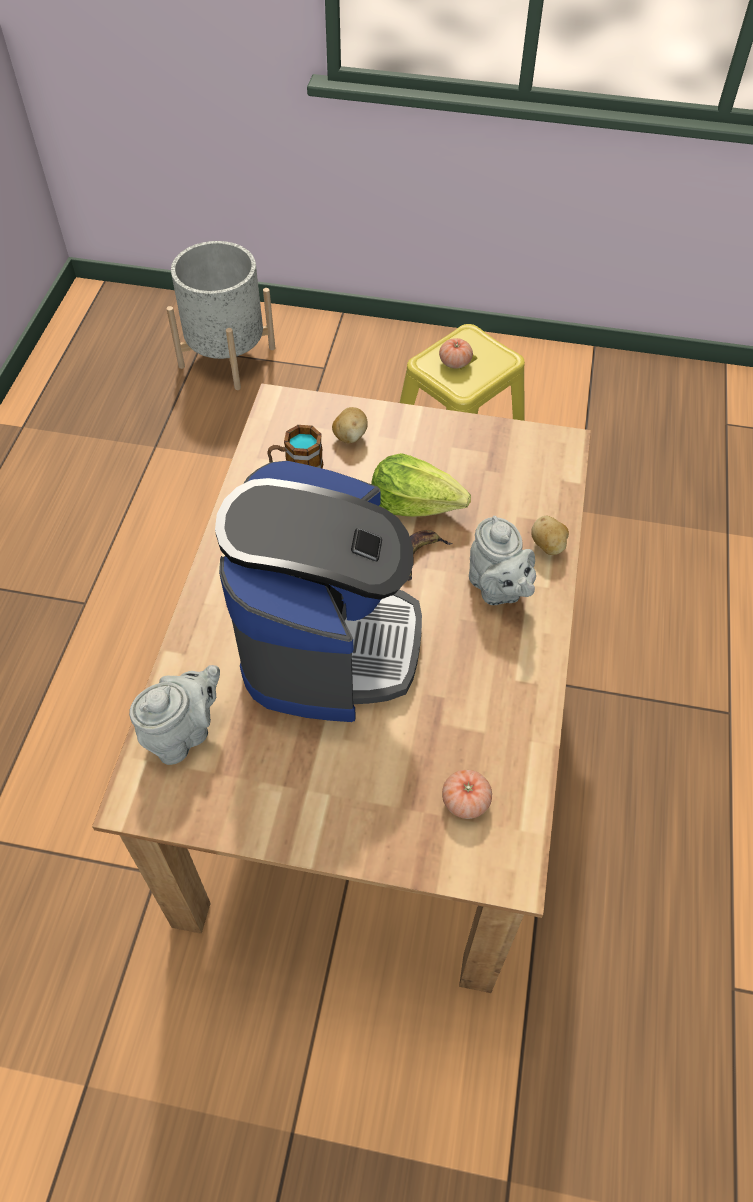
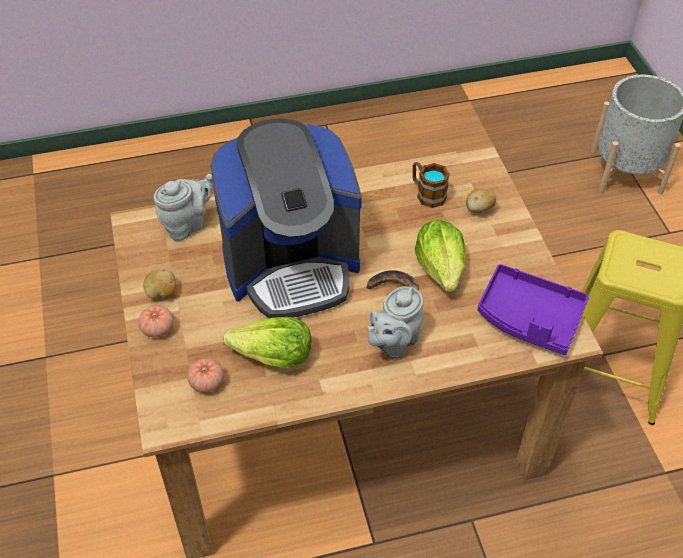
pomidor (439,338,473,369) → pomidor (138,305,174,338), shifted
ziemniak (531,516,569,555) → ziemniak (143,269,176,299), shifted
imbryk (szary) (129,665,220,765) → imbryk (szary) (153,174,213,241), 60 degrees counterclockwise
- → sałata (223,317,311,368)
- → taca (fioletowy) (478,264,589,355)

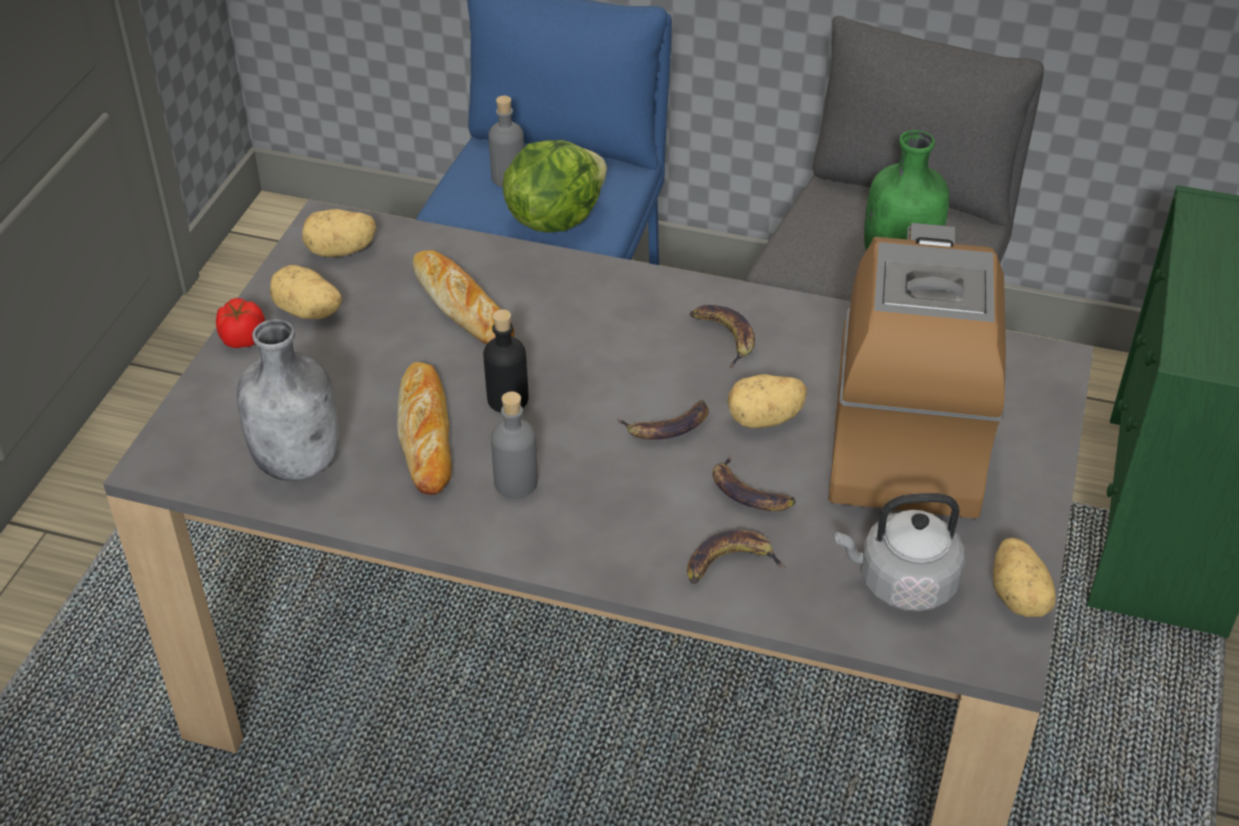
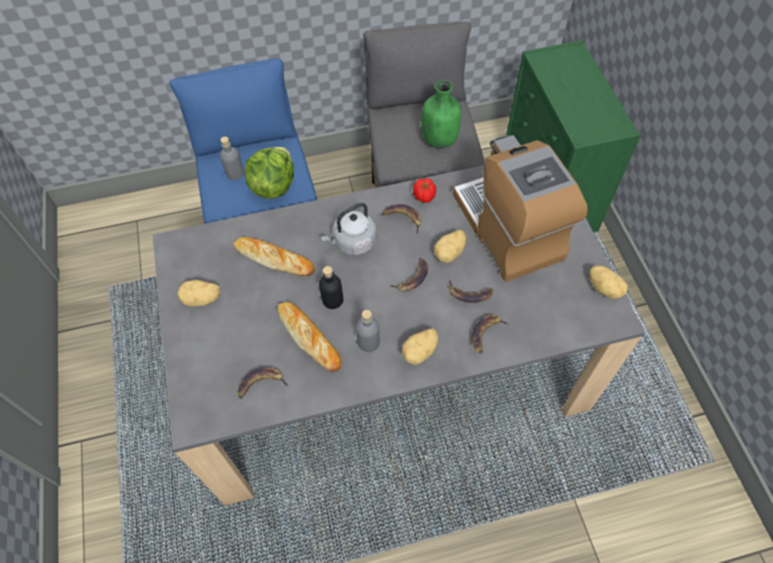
butelka (szary) (237,319,339,481) → banan (238,367,288,399)
czajnik (szary) (835,493,965,612) → czajnik (szary) (321,203,377,256), shifted
ziemniak (302,209,376,257) → ziemniak (402,329,439,365), shifted
pomidor (216,298,265,348) → pomidor (413,178,436,203), shifted

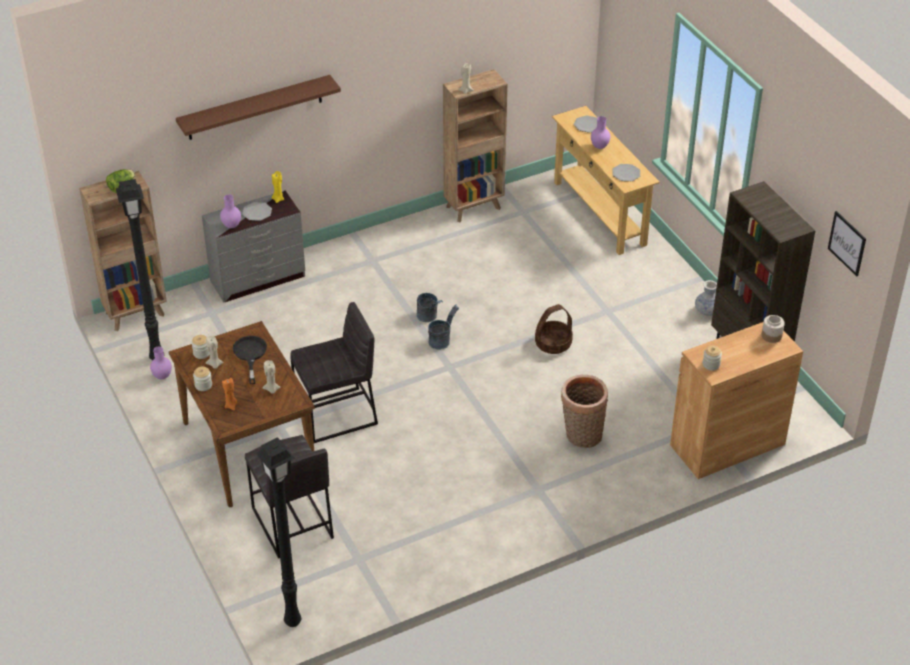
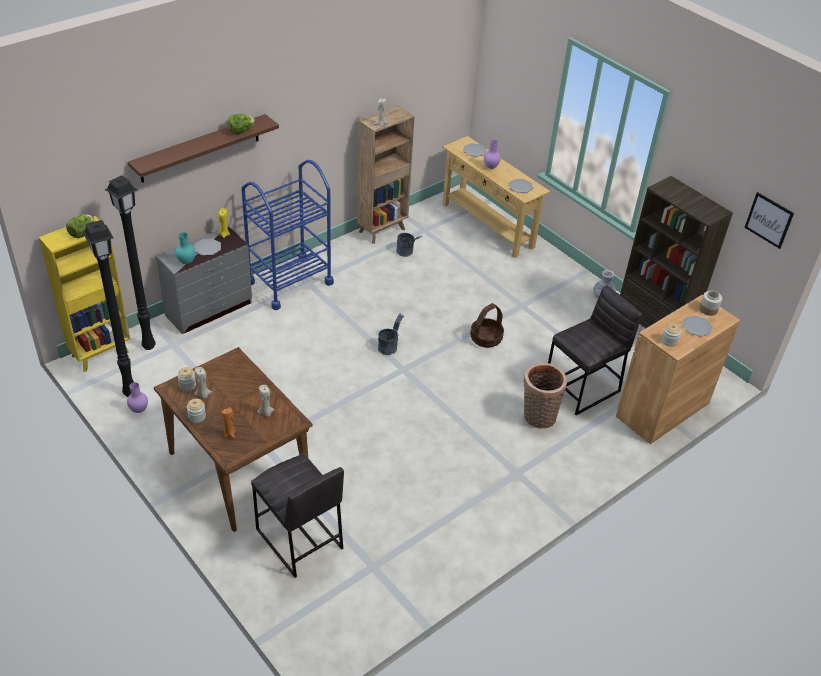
regał (brązowy) (79,171,167,331) → regał (żółty) (39,216,130,372)
lampa stojąca (czarny) (255,437,301,627) → lampa stojąca (czarny) (105,175,156,350), shifted
wazon (fioletowy) (220,195,241,228) → wazon (turkusowy) (176,232,195,264)
- → sałata (227,114,255,135)
- → wózek (niebieski) (241,160,334,310)
wiadro (szary) (416,293,443,322) → wiadro (szary) (396,233,423,257), shifted
stołek (szary) (290,302,378,443) → stołek (szary) (548,286,642,415), shifted
- → talerz (682,315,713,336)
patelnia (czarny) (233,336,267,384) → -

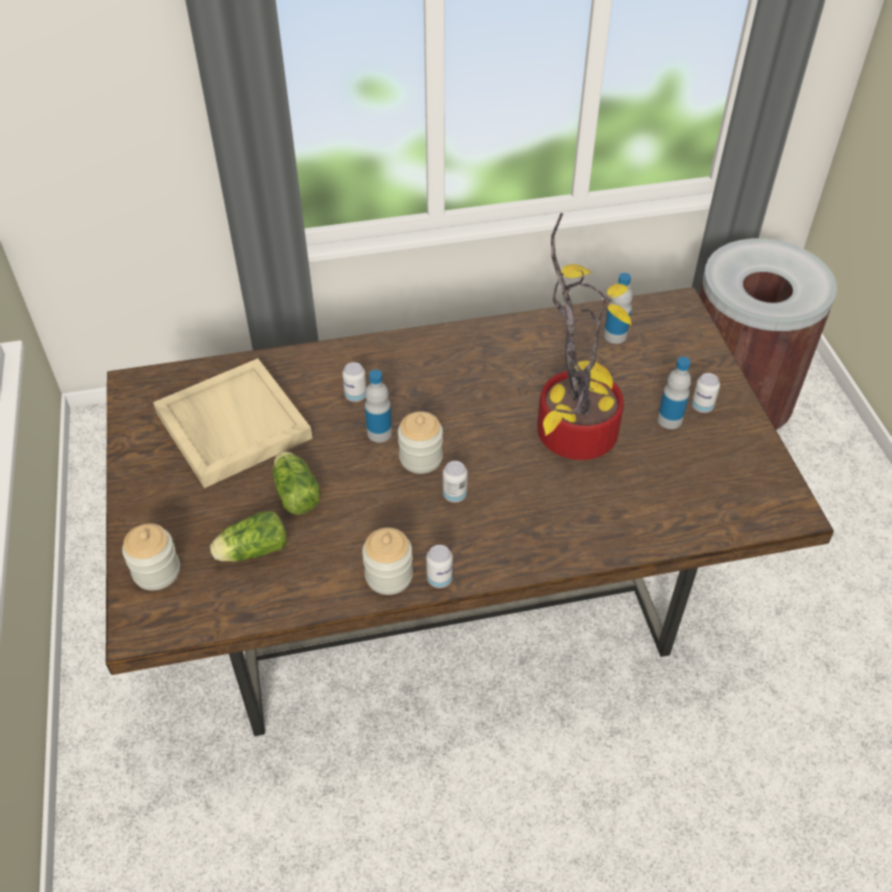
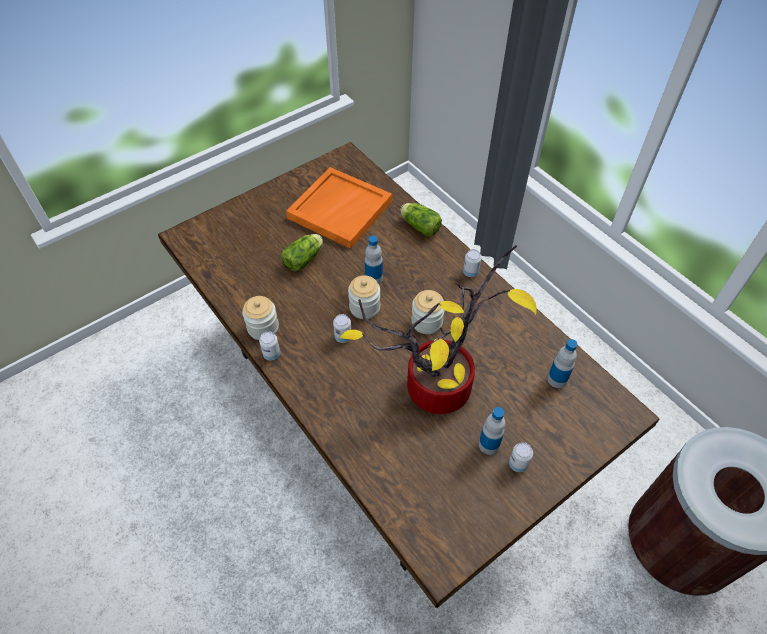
taca (beżowy) (153,358,312,488) → taca (pomarańczowy) (286,167,392,249)
sałata (210,511,287,562) → sałata (400,203,442,236), shifted
słoik (122,523,180,591) → słoik (411,290,444,334), shifted
puszka (342,362,366,402) → puszka (463,249,482,277), shifted

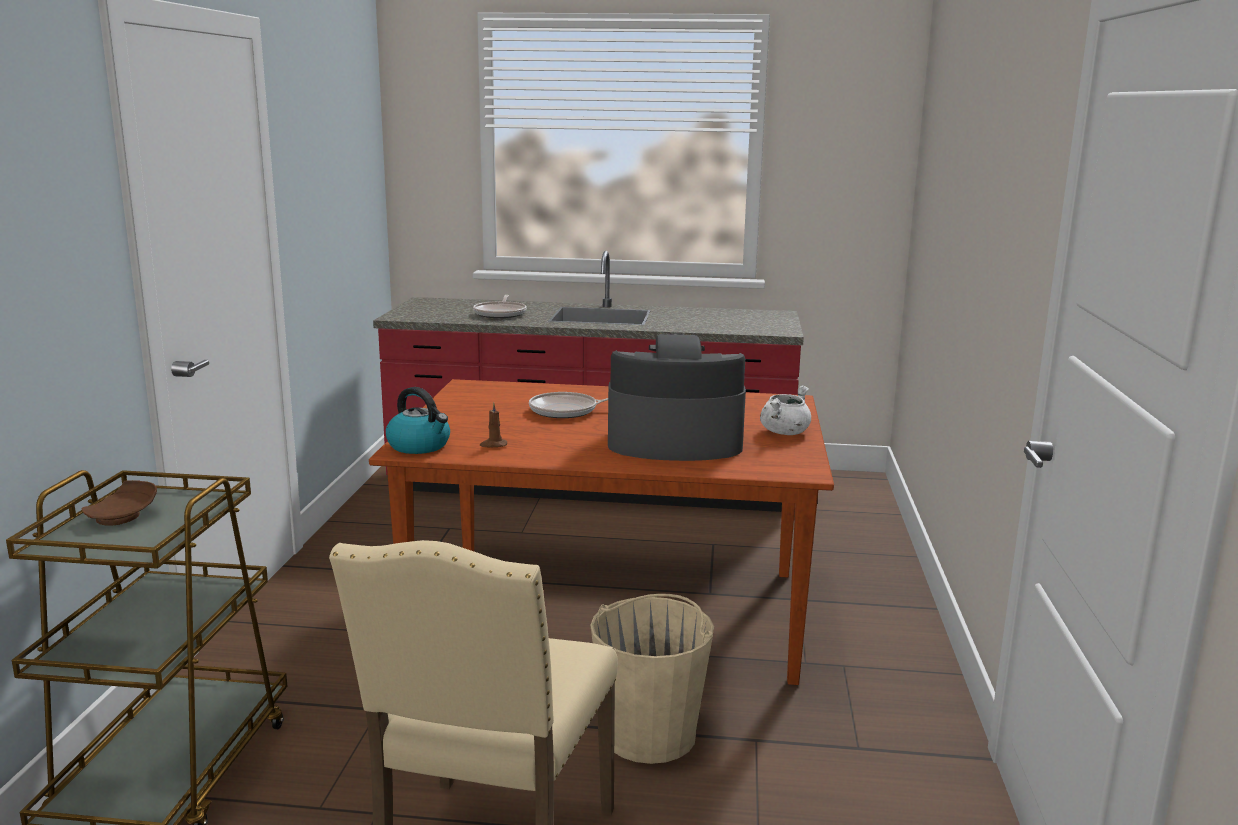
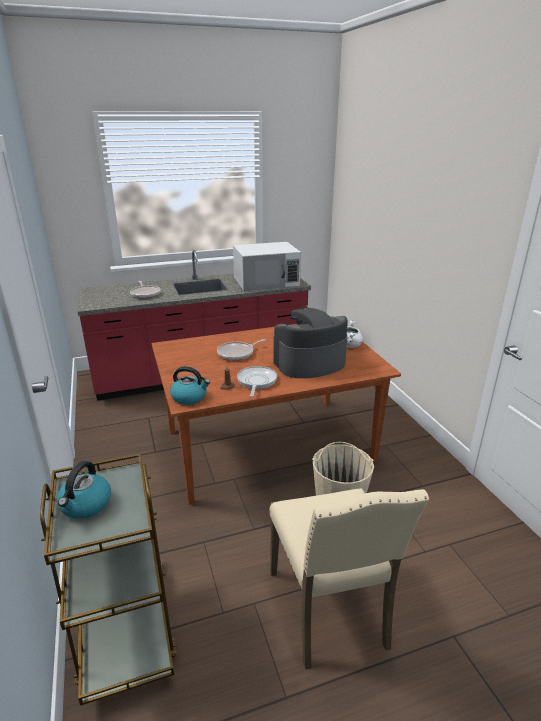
talerz (brązowy) (82,480,157,526) → czajnik (57,461,111,519)
- → mikrofalówka (biały) (233,242,301,291)
- → patelnia (237,366,277,397)

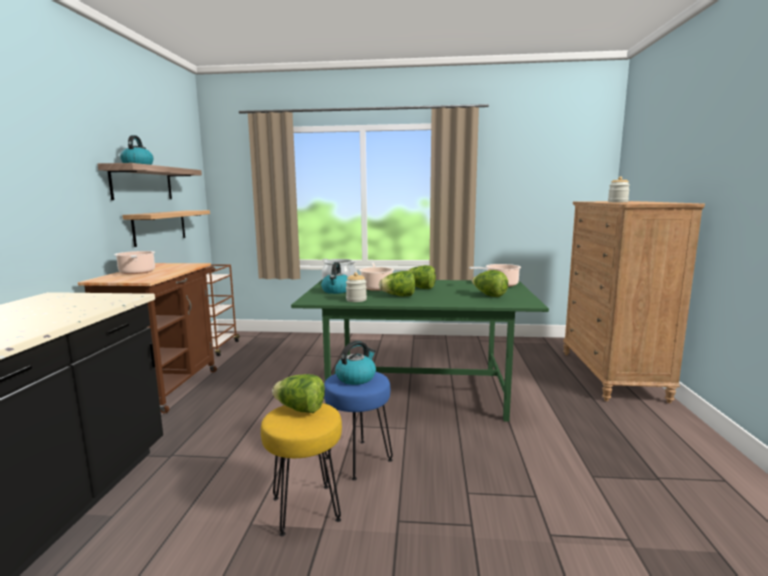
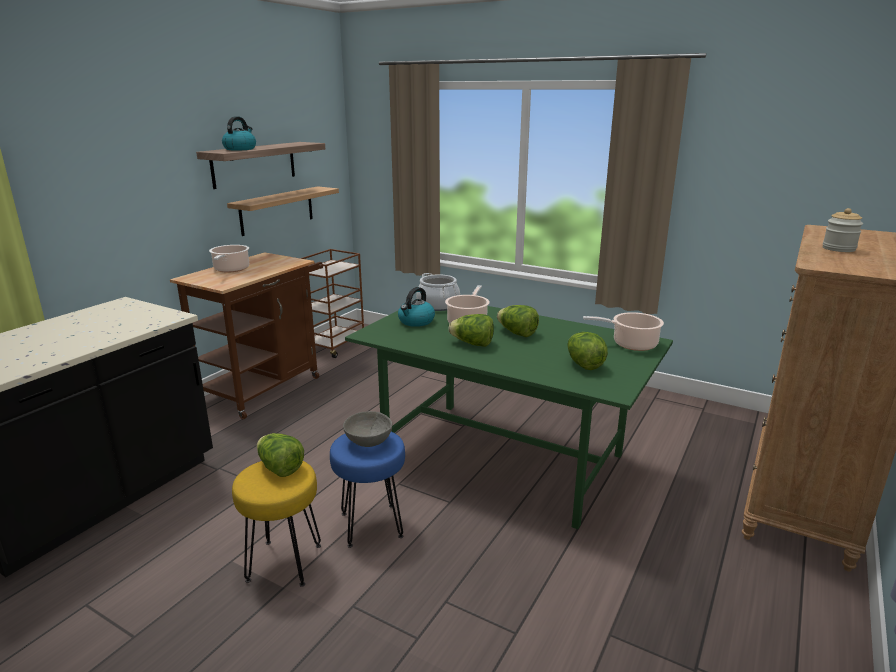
czajnik (335,341,376,385) → miska (szary) (343,411,392,447)
słoik (346,272,367,302) → -

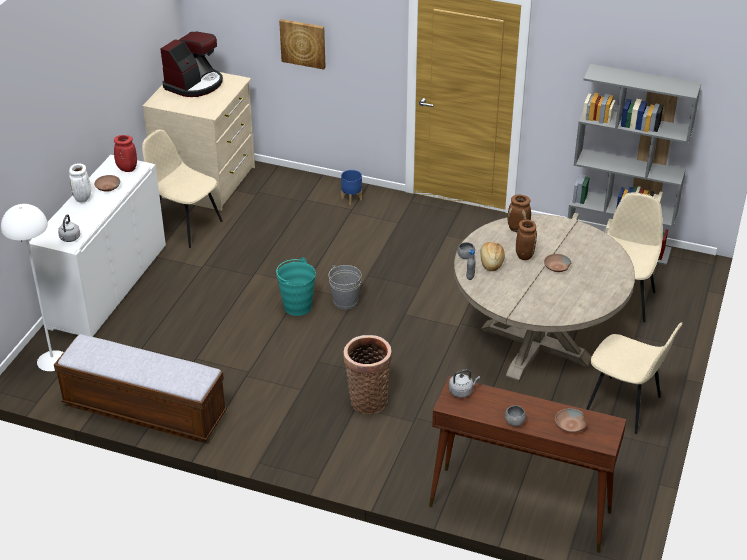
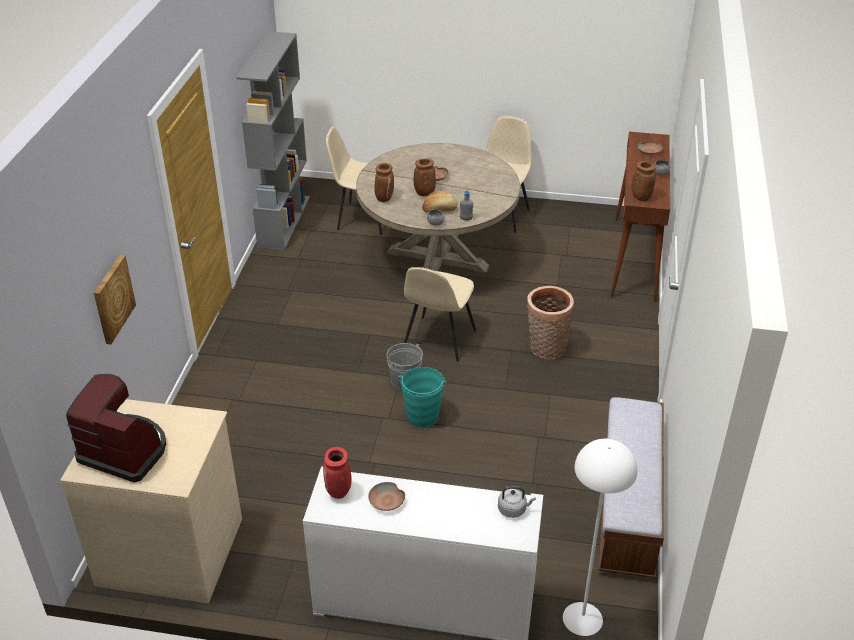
krzesło (beżowy) (142,129,222,248) → krzesło (beżowy) (404,267,476,362), shifted
czajnik (szary) (449,369,480,398) → wazon (brązowy) (631,161,656,201)
wazon (biały) (69,163,91,203) → -
donica (niebieski) (341,170,362,205) → -

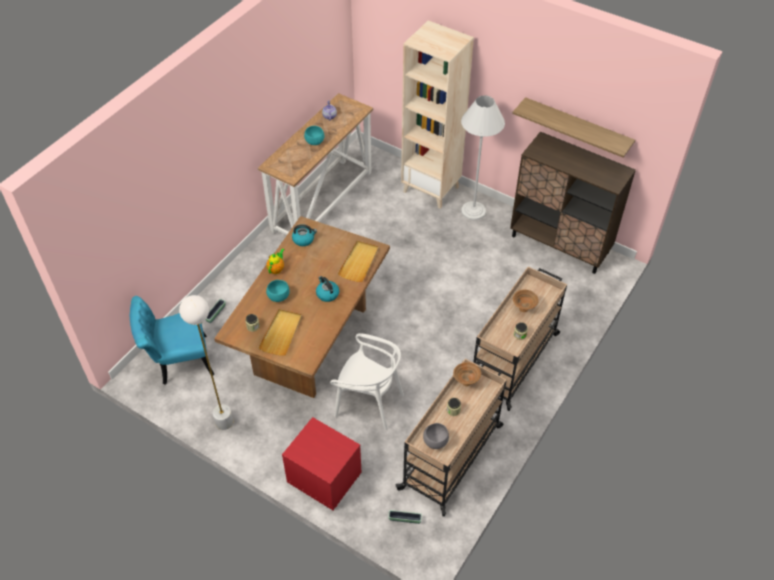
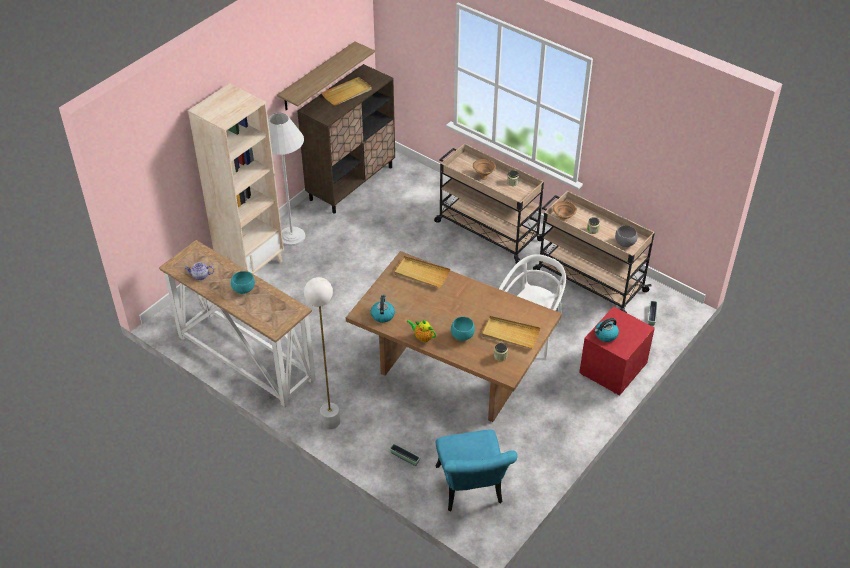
lampa stojąca (biały) (179,295,233,430) → lampa stojąca (biały) (304,277,340,429), shifted
- → taca (beżowy) (321,77,372,105)
czajnik (316,276,339,302) → czajnik (594,318,619,342), shifted

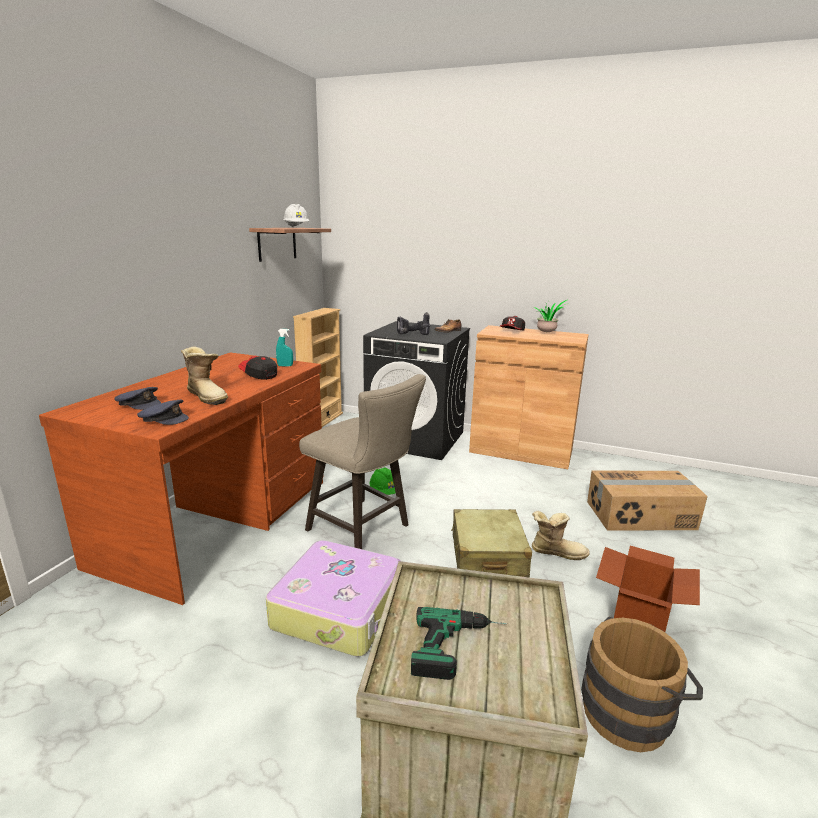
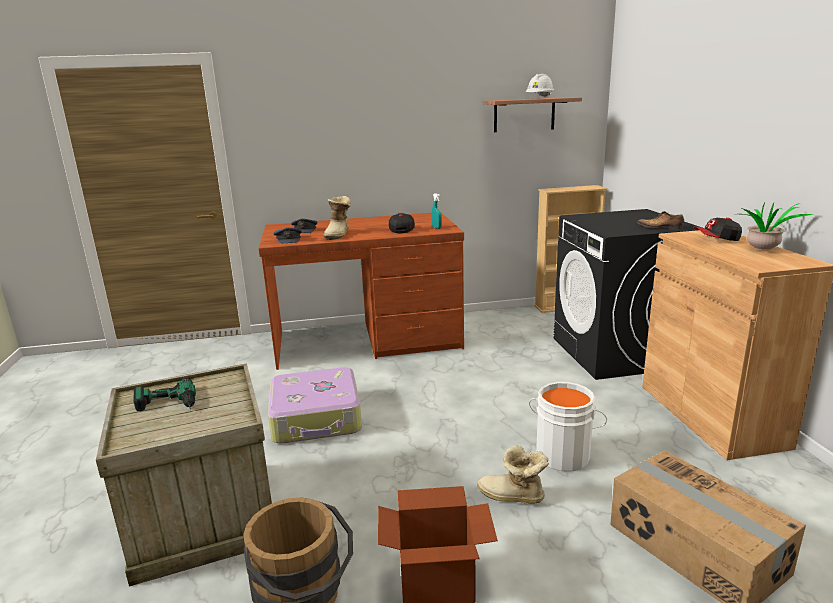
but z cholewką (532,511,590,560) → but z cholewką (477,445,549,504), 135 degrees clockwise
- → wiadro (biały) (529,382,607,471)
stołek (beżowy) (299,374,426,549) → -
kask (zielony) (369,468,396,495) → -
wiertarka (397,312,430,335) → -
walizka (beżowy) (451,509,532,578) → -

